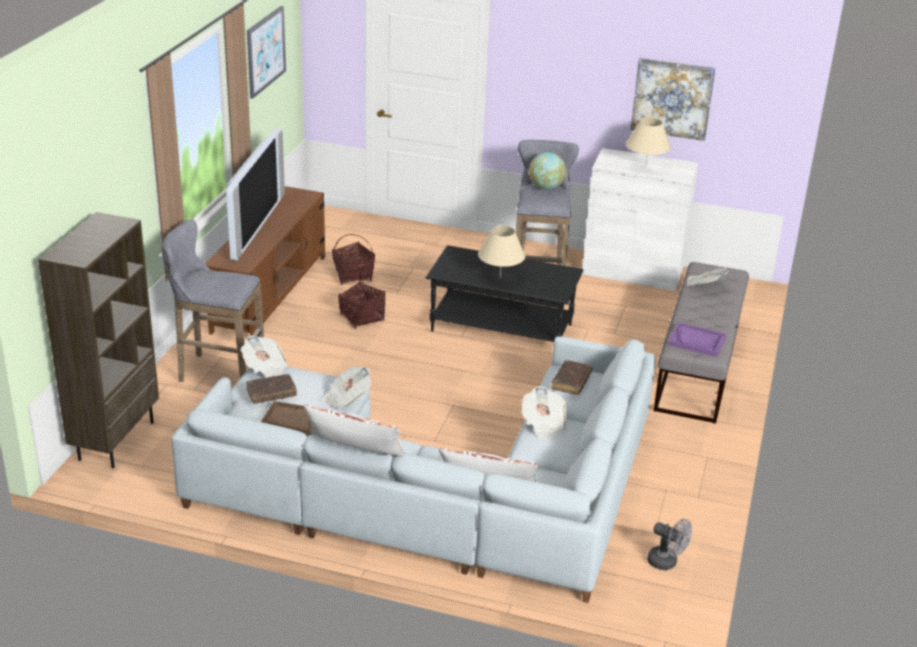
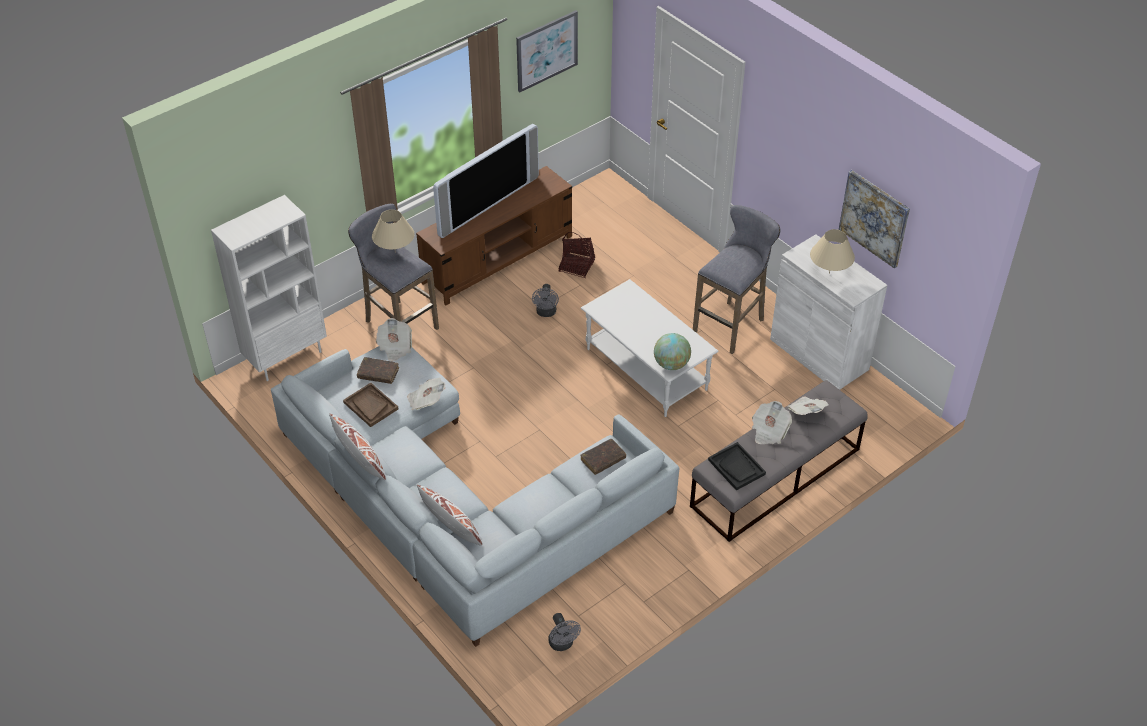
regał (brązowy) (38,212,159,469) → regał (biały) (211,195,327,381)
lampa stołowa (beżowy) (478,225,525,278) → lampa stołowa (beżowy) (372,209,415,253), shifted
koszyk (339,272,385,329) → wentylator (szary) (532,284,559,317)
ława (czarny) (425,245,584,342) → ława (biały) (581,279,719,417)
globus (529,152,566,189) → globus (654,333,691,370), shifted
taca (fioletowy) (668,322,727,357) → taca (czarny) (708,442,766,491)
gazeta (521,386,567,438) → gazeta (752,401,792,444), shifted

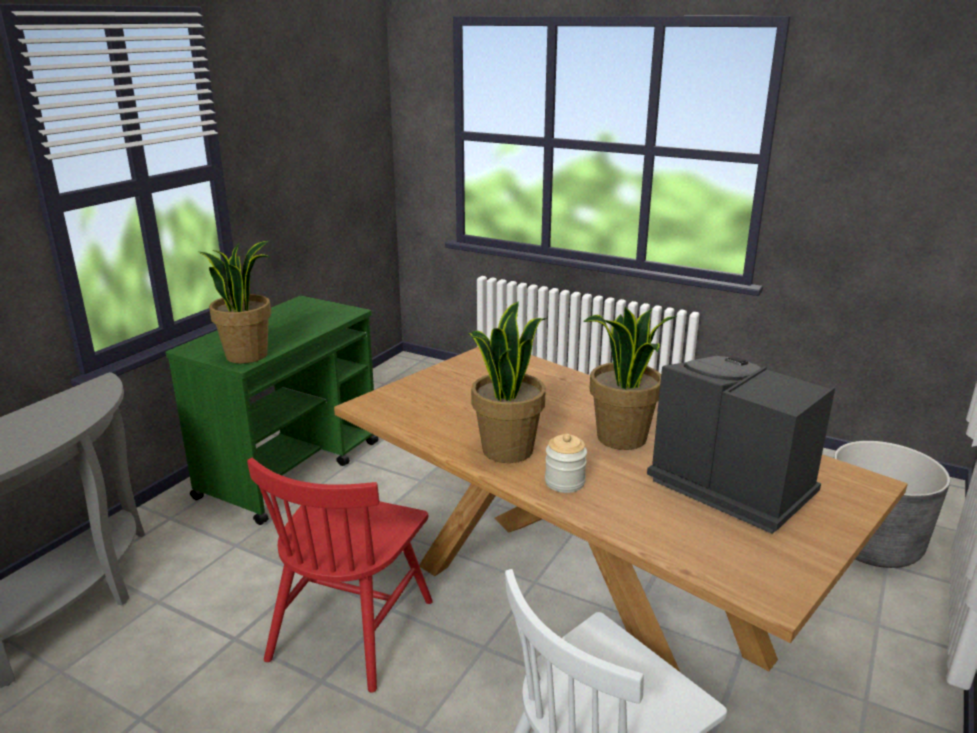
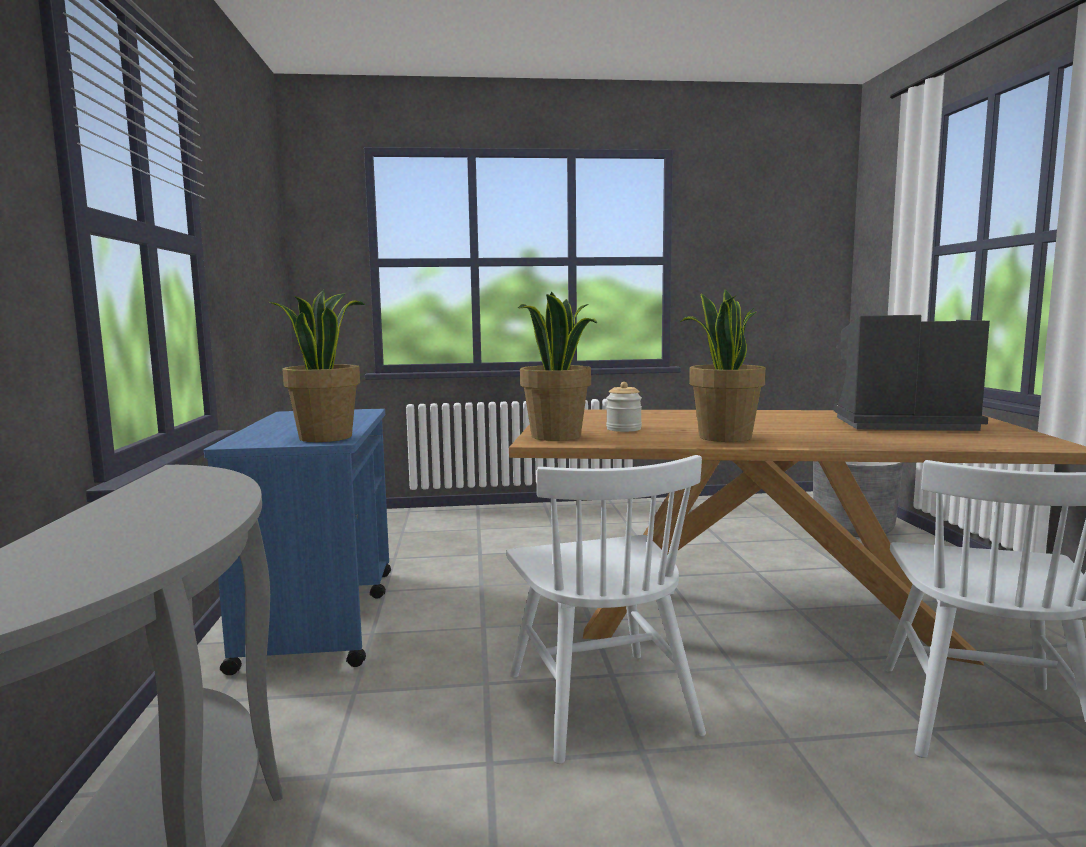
wózek (zielony) (165,296,379,525) → wózek (niebieski) (204,409,391,675)
krzesło (czerwony) (247,458,433,693) → krzesło (biały) (506,455,706,764)
roślina doniczkowa (583,307,677,450) → roślina doniczkowa (518,291,597,441), shifted
słoik (545,434,587,493) → słoik (606,382,642,432), shifted

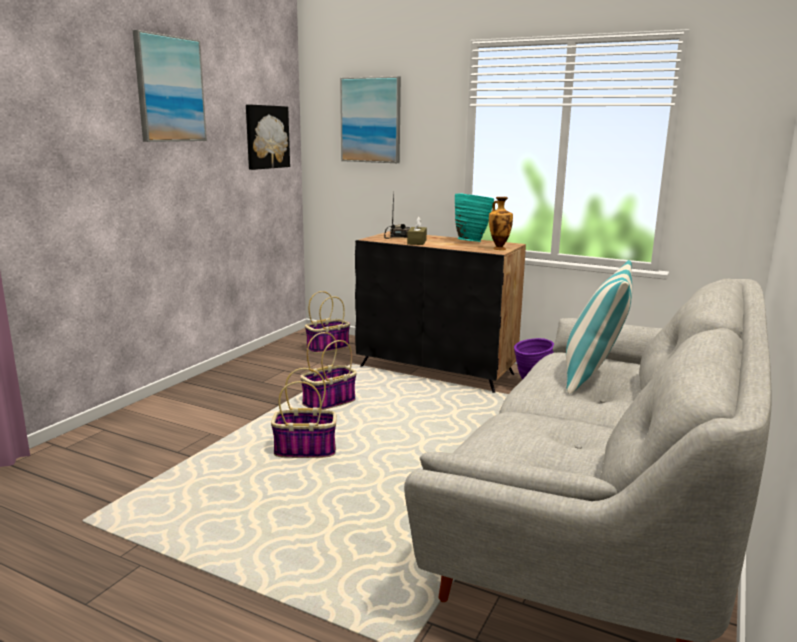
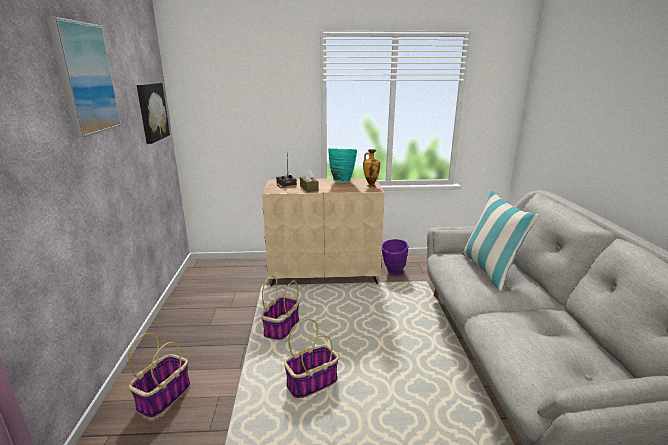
koszyk (305,291,350,354) → koszyk (128,333,190,419), shifted
szafka (czarny) (355,231,526,393) → szafka (beżowy) (262,178,384,286)
obraz (340,76,401,163) → -

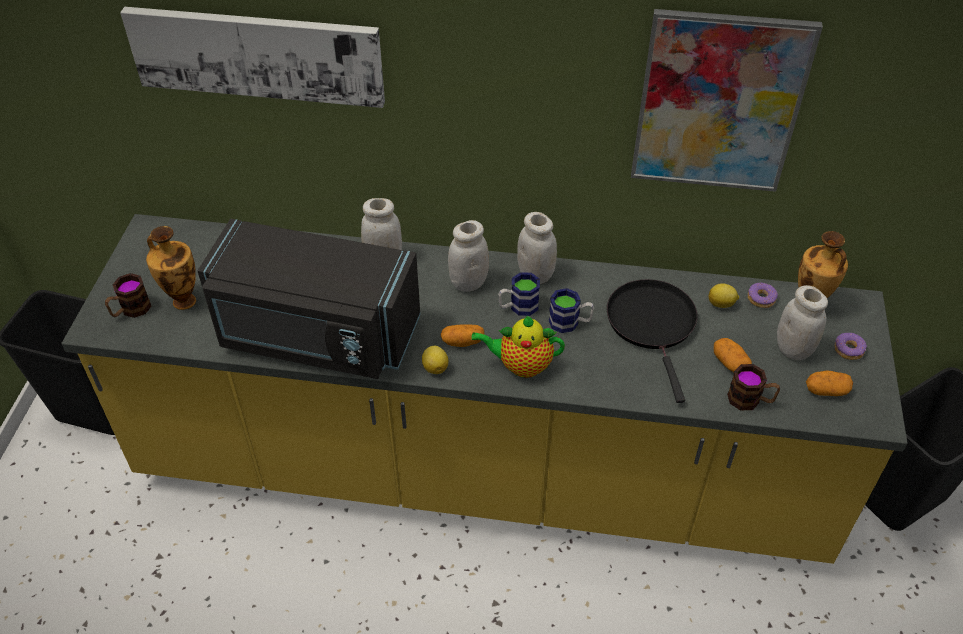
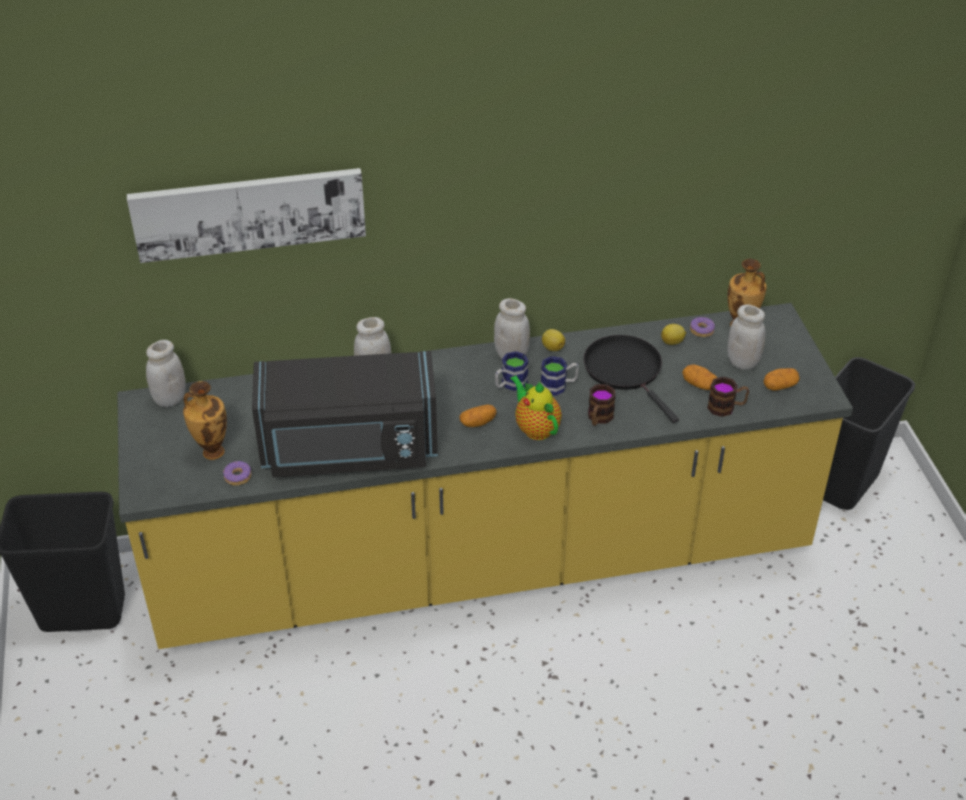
słoik (biały) (448,220,489,292) → słoik (biały) (146,340,186,407), shifted
donut (834,333,867,360) → donut (223,461,252,486), shifted
imbryk (471,315,565,378) → imbryk (510,375,562,440), 75 degrees clockwise
cytryna (422,346,448,374) → cytryna (542,329,565,351), shifted
kubek (105,273,151,318) → kubek (588,384,616,426), shifted
obraz (631,9,823,192) → -

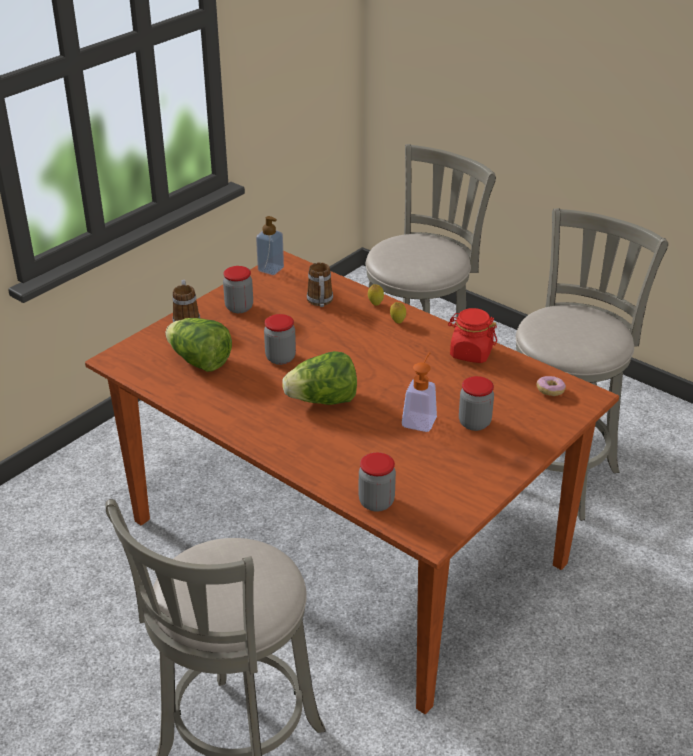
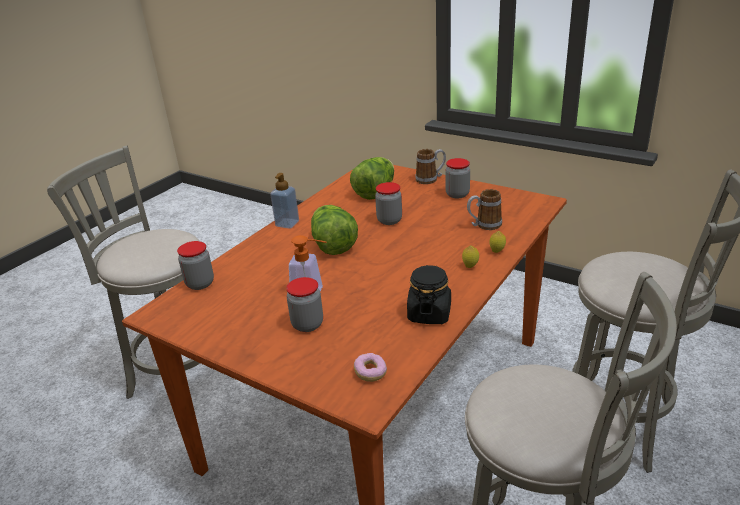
dozownik mydła (256,216,284,275) → dozownik mydła (270,173,299,229), shifted
słoik (czerwony) (448,308,497,363) → słoik (czarny) (407,265,451,324)

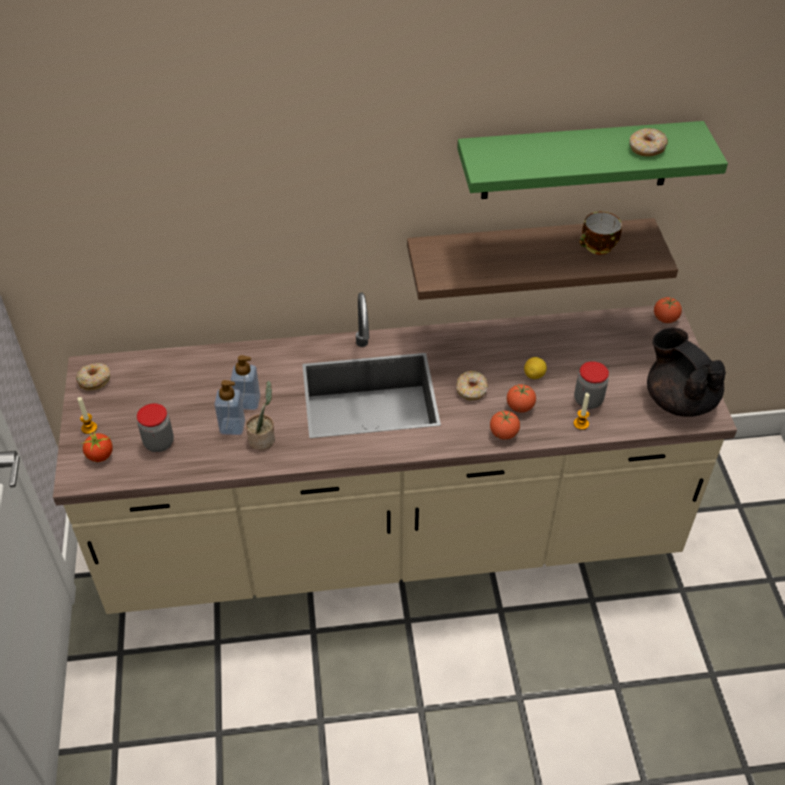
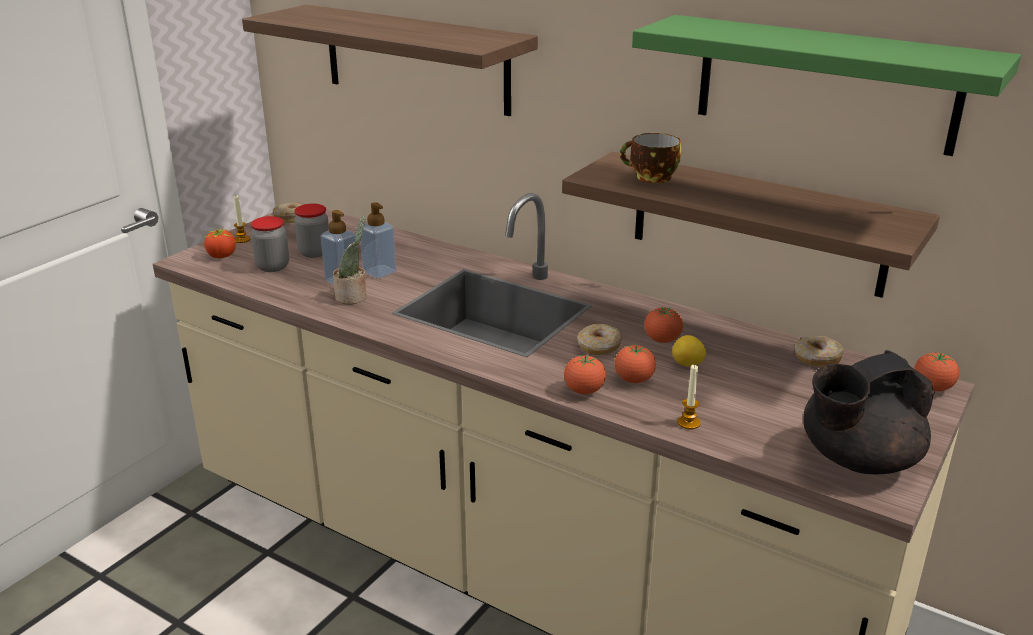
- → półka (242,4,538,116)
słoik (574,361,609,409) → słoik (294,204,329,258), shifted
filiżanka (579,212,622,255) → filiżanka (620,133,681,183), shifted
- → pomidor (644,306,683,343)
donut (630,128,668,157) → donut (794,336,843,367), shifted
imbryk (czarny) (647,328,726,417) → imbryk (czarny) (803,350,935,474), 120 degrees counterclockwise

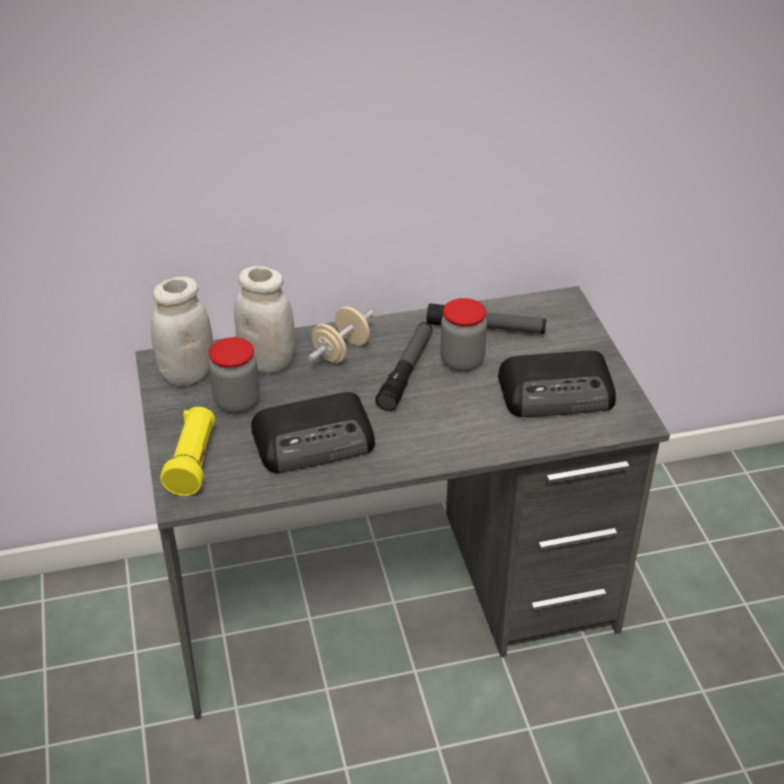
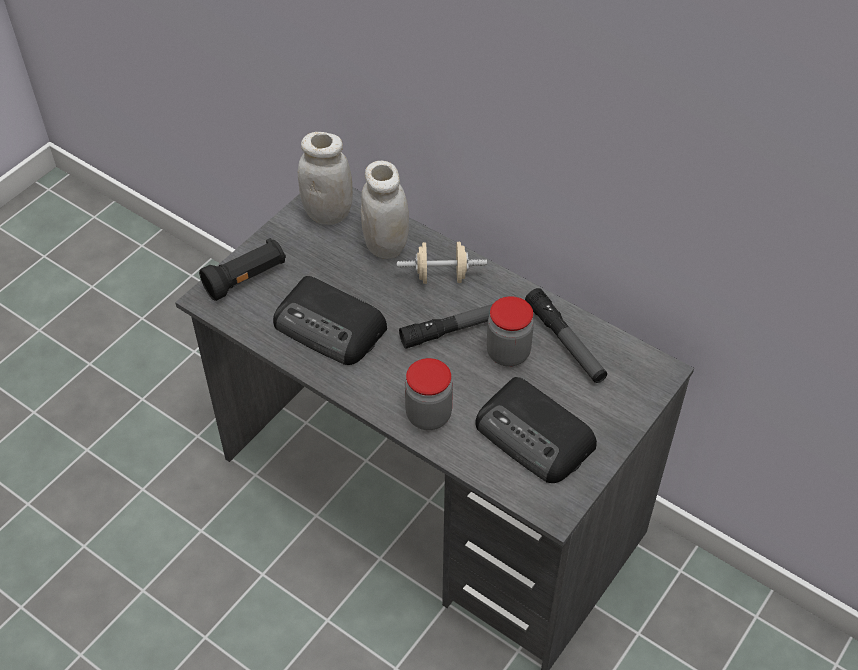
latarka (żółty) (160,407,215,496) → latarka (czarny) (199,238,286,301)
słoik (209,337,259,413) → słoik (405,358,453,430), shifted

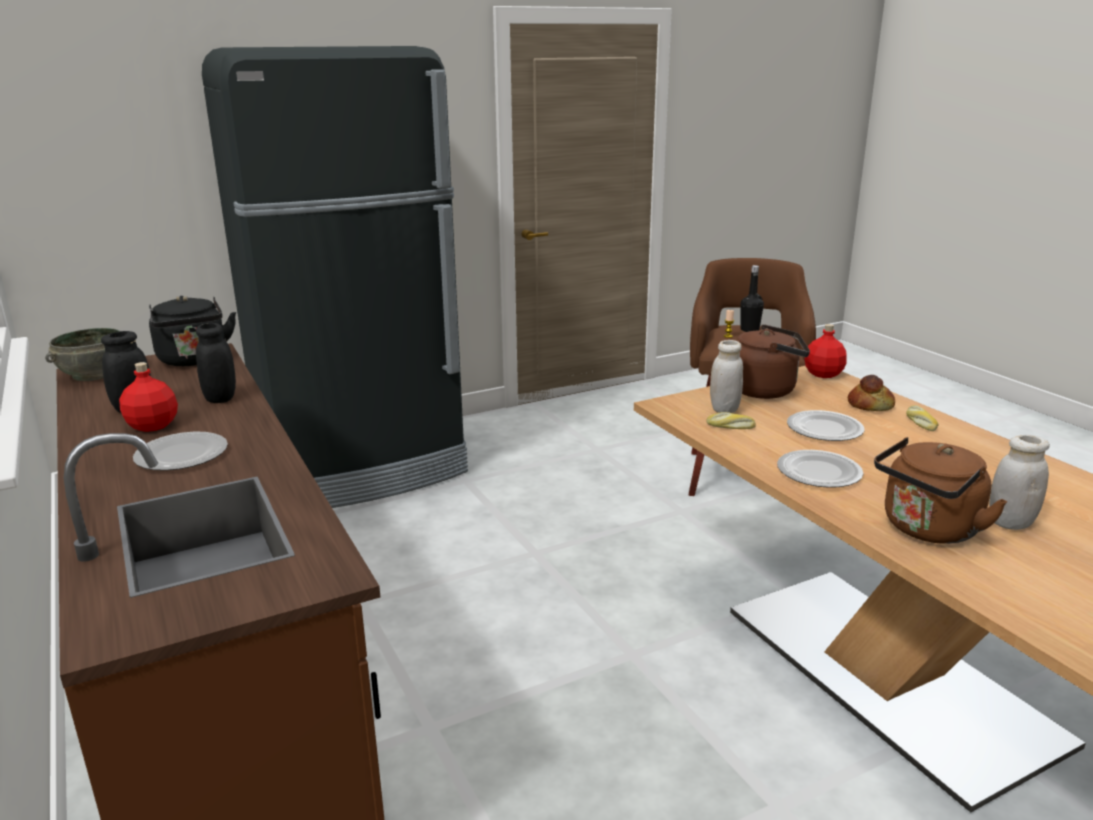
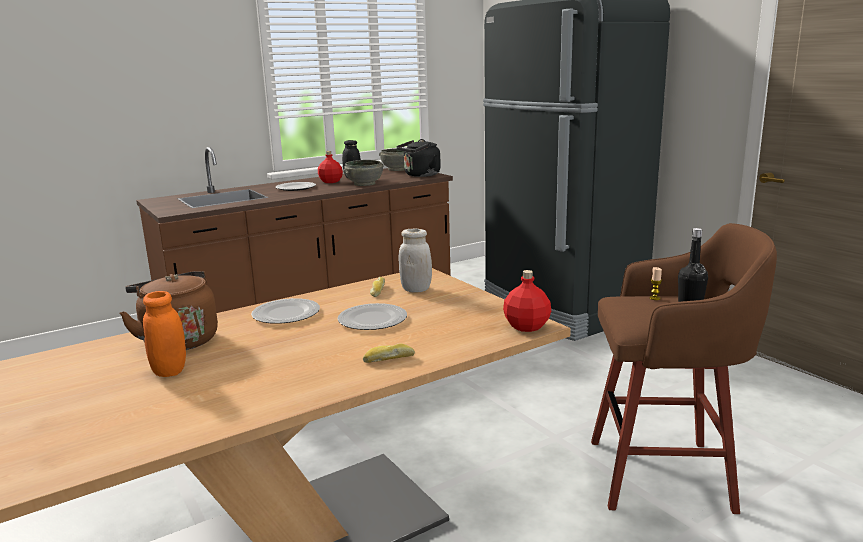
słoik (biały) (989,435,1050,530) → słoik (pomarańczowy) (143,291,186,377)
słoik (czarny) (196,323,236,403) → miska (szary) (343,160,383,186)
czajnik (brązowy) (738,324,810,399) → -
chleb (848,375,895,411) → -

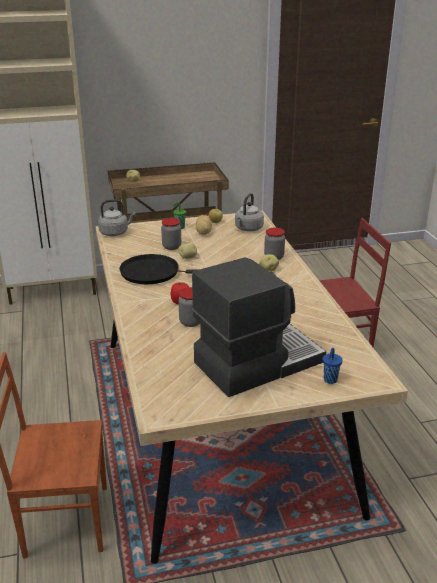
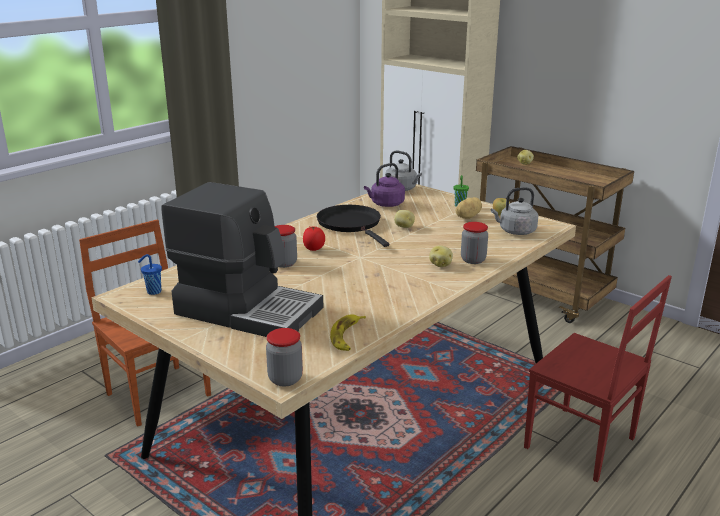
filiżanka (niebieski) (323,348,343,384) → filiżanka (niebieski) (138,254,162,295), shifted
słoik (161,218,181,250) → słoik (266,328,303,387), shifted
- → banan (330,314,366,351)
- → czajnik (fioletowy) (364,163,405,207)

